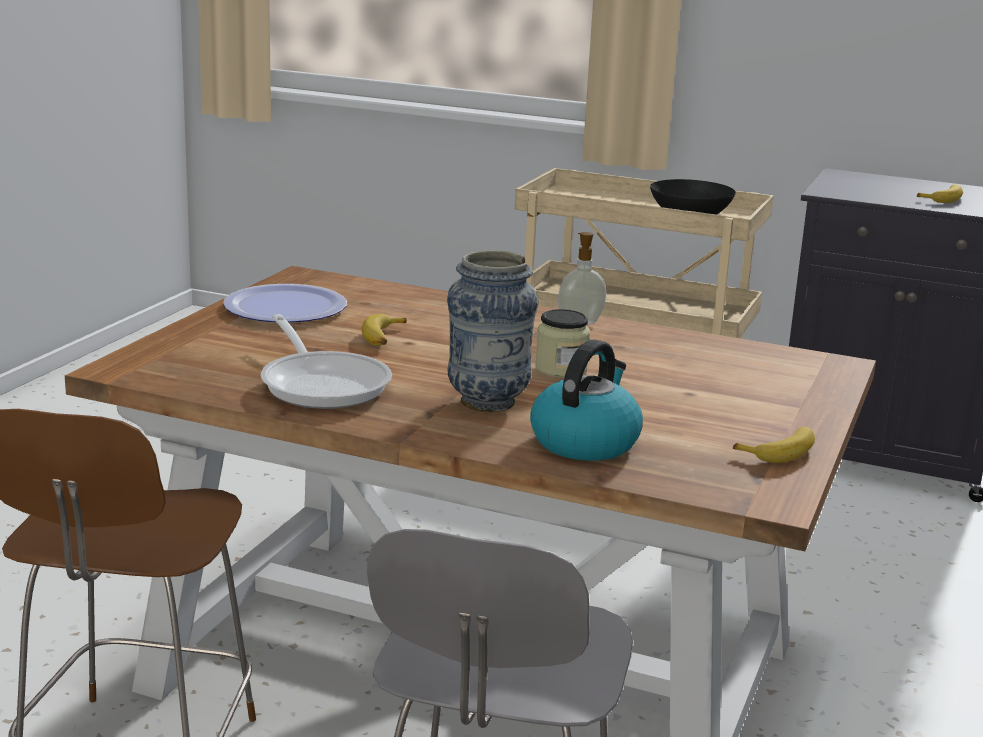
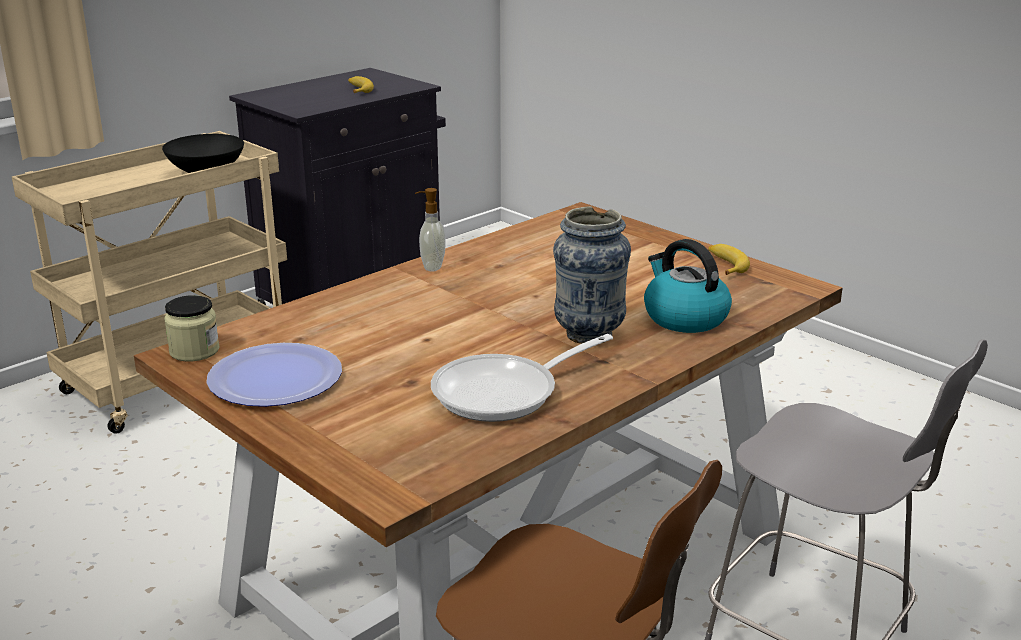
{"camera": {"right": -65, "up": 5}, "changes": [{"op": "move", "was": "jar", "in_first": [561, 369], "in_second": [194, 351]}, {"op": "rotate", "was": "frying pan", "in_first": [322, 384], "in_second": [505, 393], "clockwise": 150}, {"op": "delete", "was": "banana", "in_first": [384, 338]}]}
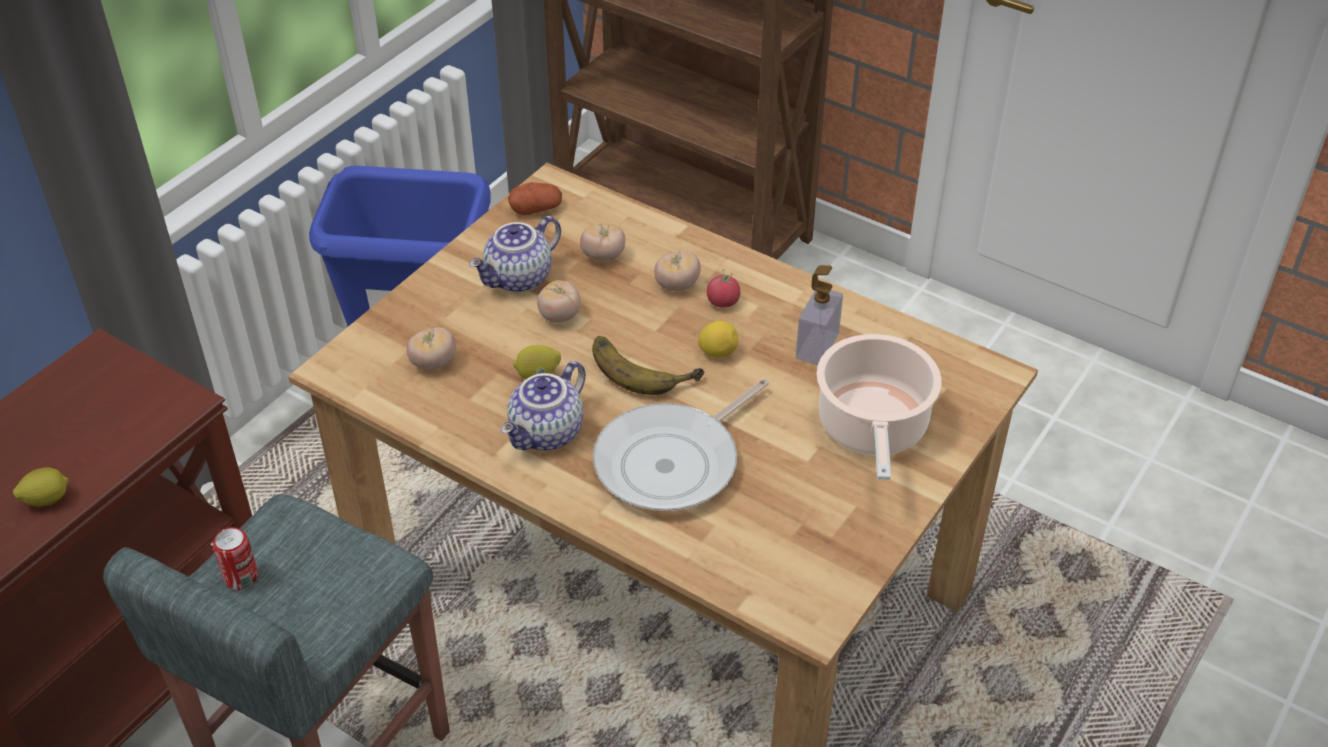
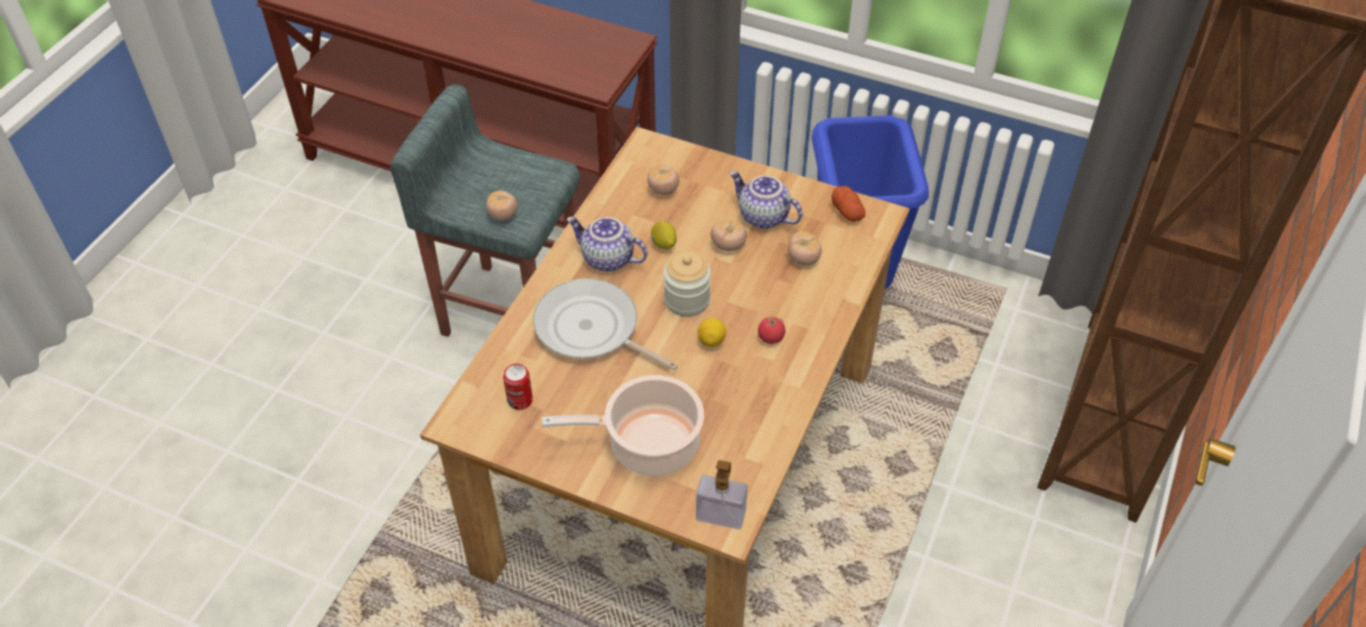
{"camera": {"right": 80, "up": 5}, "changes": [{"op": "move", "was": "tomato", "in_first": [677, 285], "in_second": [503, 215]}, {"op": "move", "was": "soap dispenser", "in_first": [817, 346], "in_second": [720, 515]}, {"op": "replace", "was": "banana", "now": "jar", "in_first": [643, 365], "in_second": [687, 300]}, {"op": "delete", "was": "lemon", "in_first": [47, 499]}, {"op": "move", "was": "can", "in_first": [241, 577], "in_second": [520, 400]}]}
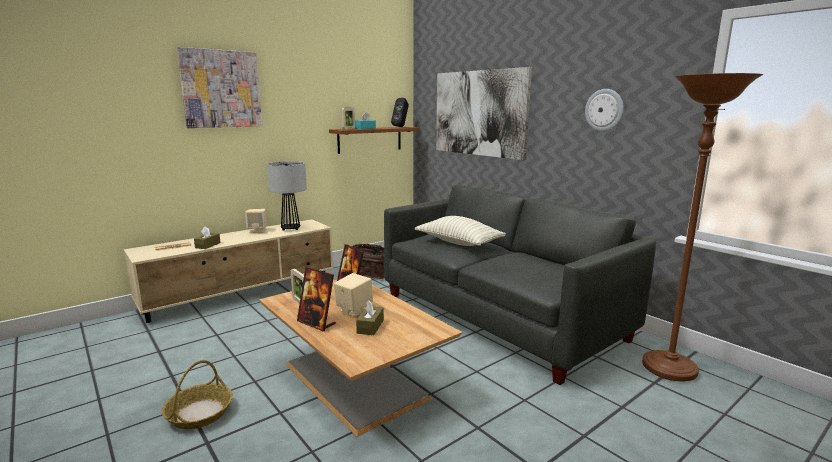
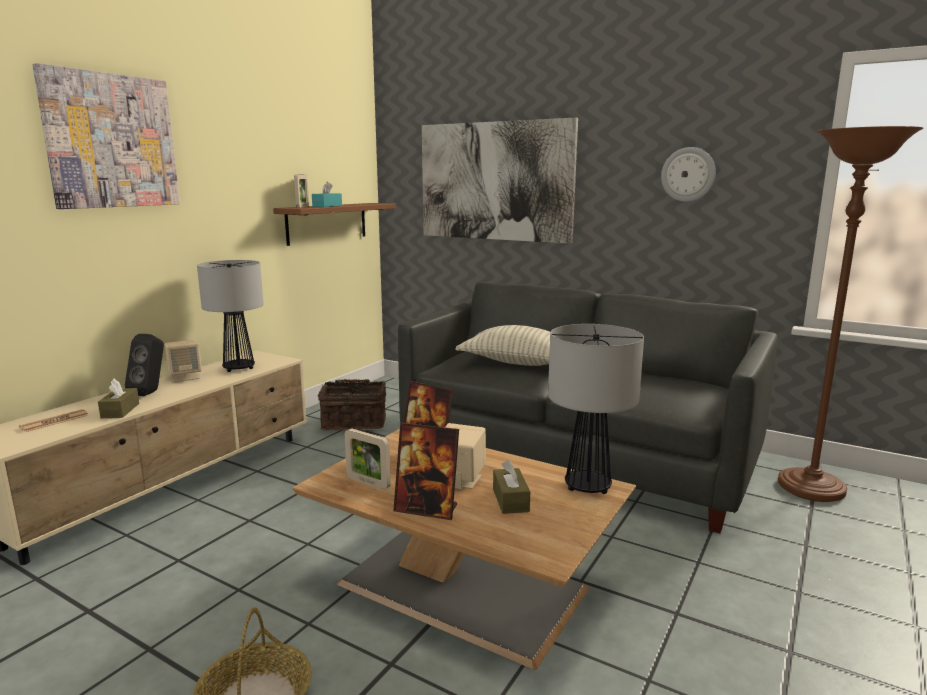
{"camera": {"right": -20, "up": 0}, "changes": [{"op": "move", "was": "speaker in black", "in_first": [401, 127], "in_second": [151, 392]}, {"op": "insert", "now": "table lamp", "in_second": [587, 487]}]}
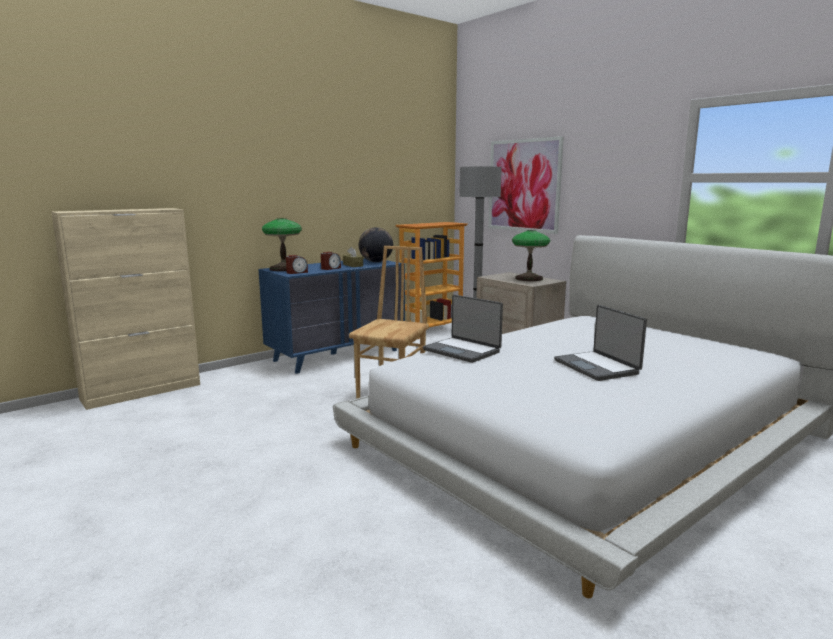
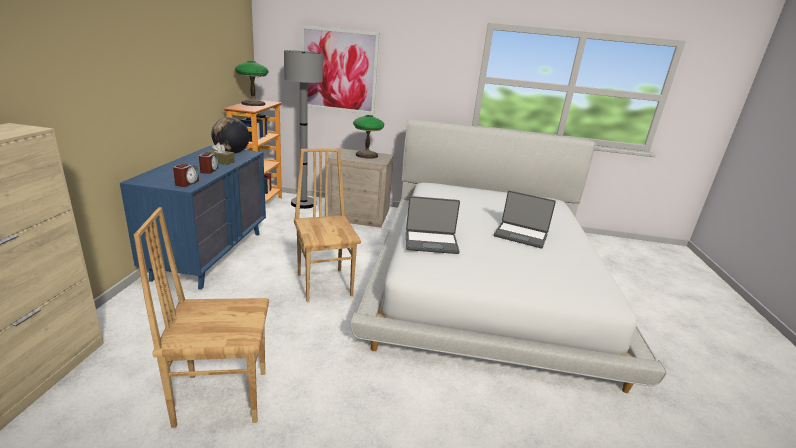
{"camera": {"right": -45, "up": 10}, "changes": [{"op": "move", "was": "table lamp", "in_first": [283, 269], "in_second": [253, 104]}, {"op": "insert", "now": "chair in brown", "in_second": [221, 396]}]}
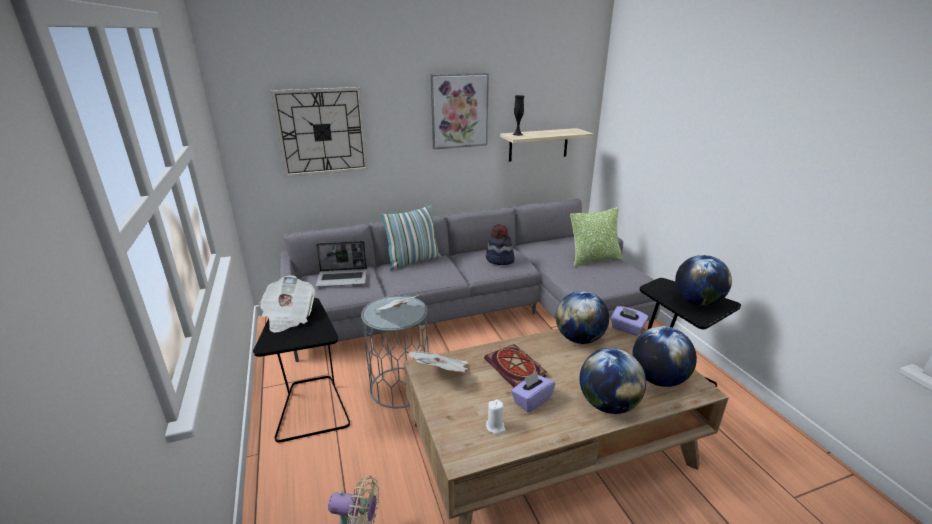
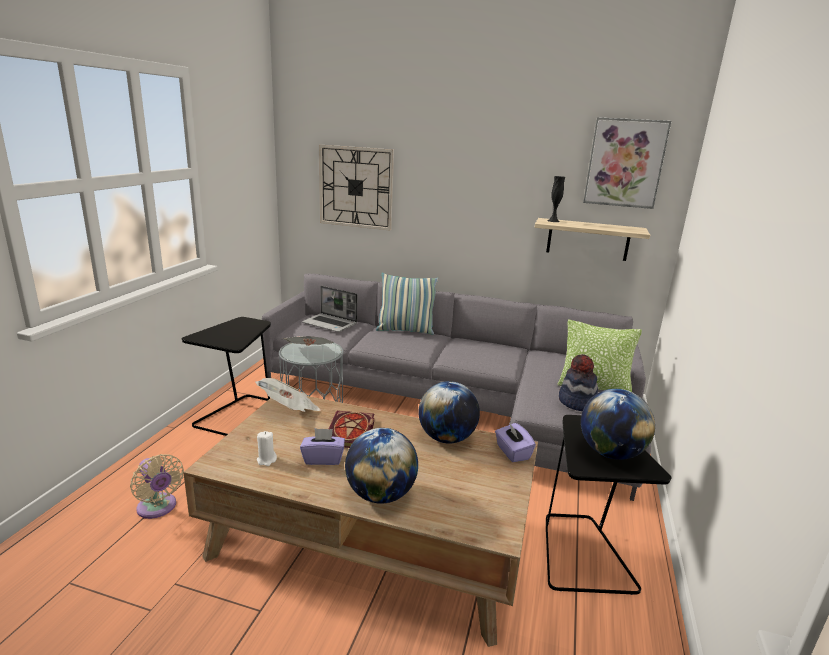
{"camera": {"right": 35, "up": -5}, "changes": [{"op": "move", "was": "picture", "in_first": [459, 111], "in_second": [625, 163]}, {"op": "move", "was": "hat", "in_first": [499, 260], "in_second": [576, 403]}, {"op": "delete", "was": "newspaper", "in_first": [289, 316]}, {"op": "delete", "was": "globe", "in_first": [658, 379]}]}
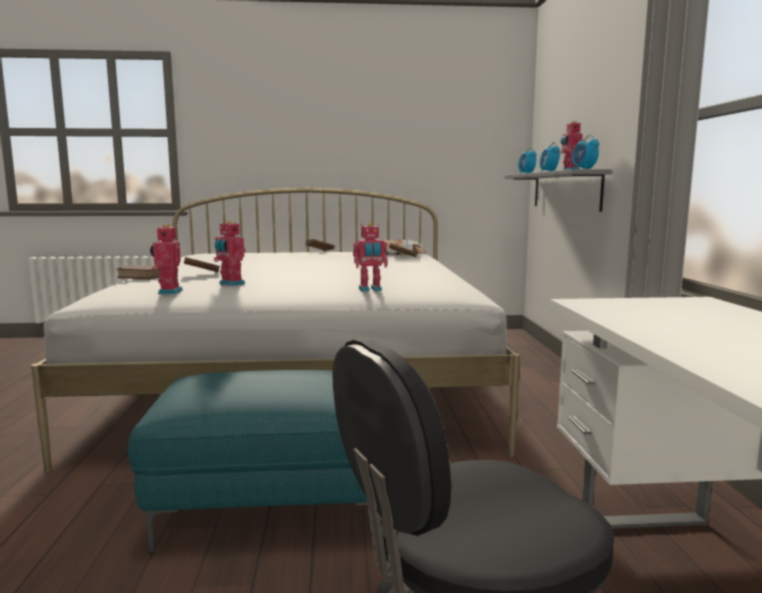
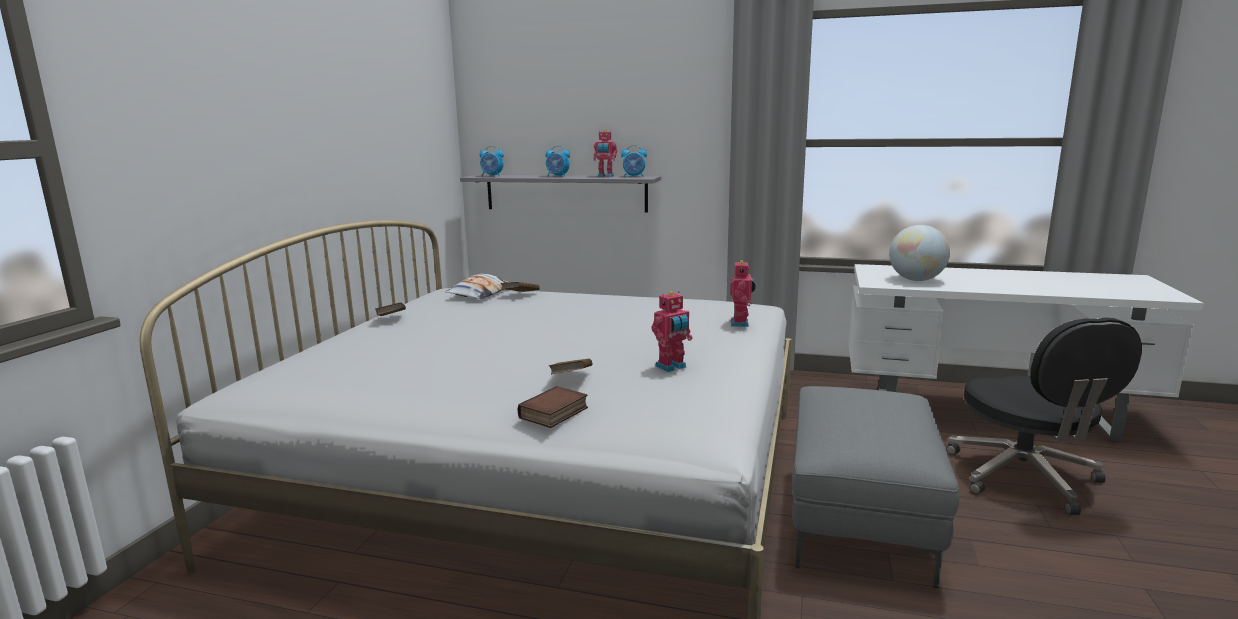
{"camera": {"right": -70, "up": 5}, "changes": [{"op": "delete", "was": "toy robot", "in_first": [168, 292]}, {"op": "recolor", "was": "ottoman in turquoise", "now": "ottoman in grey", "in_first": [278, 506], "in_second": [858, 520]}, {"op": "insert", "now": "globe", "in_second": [916, 280]}]}
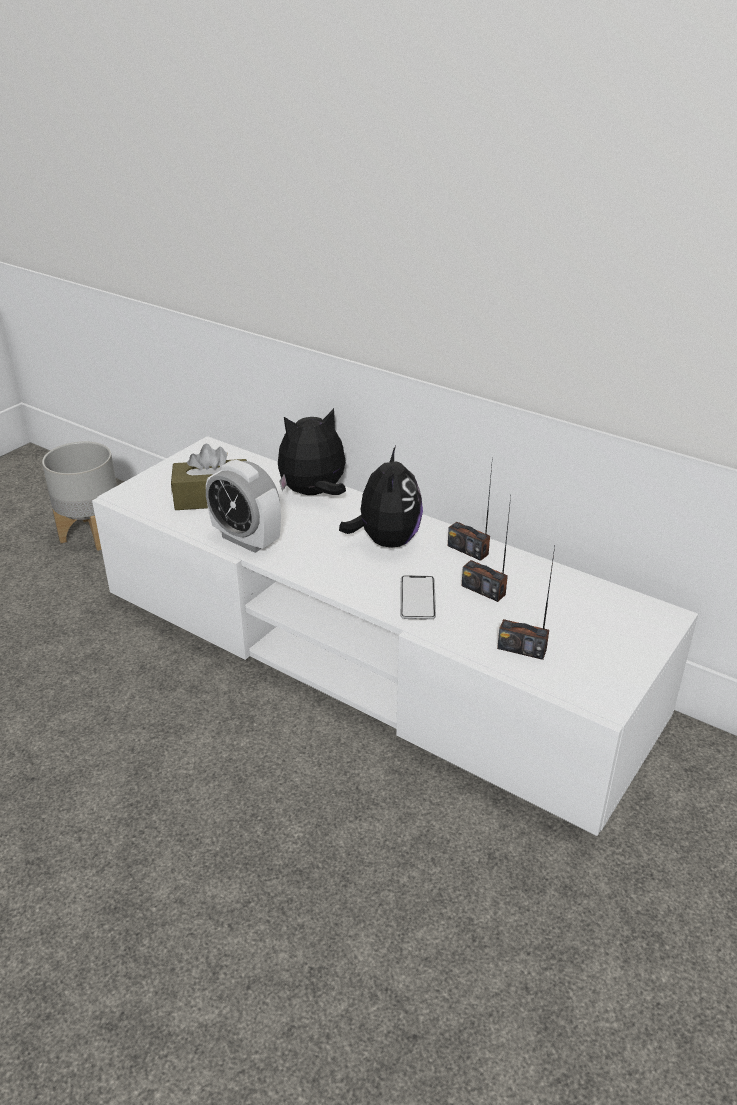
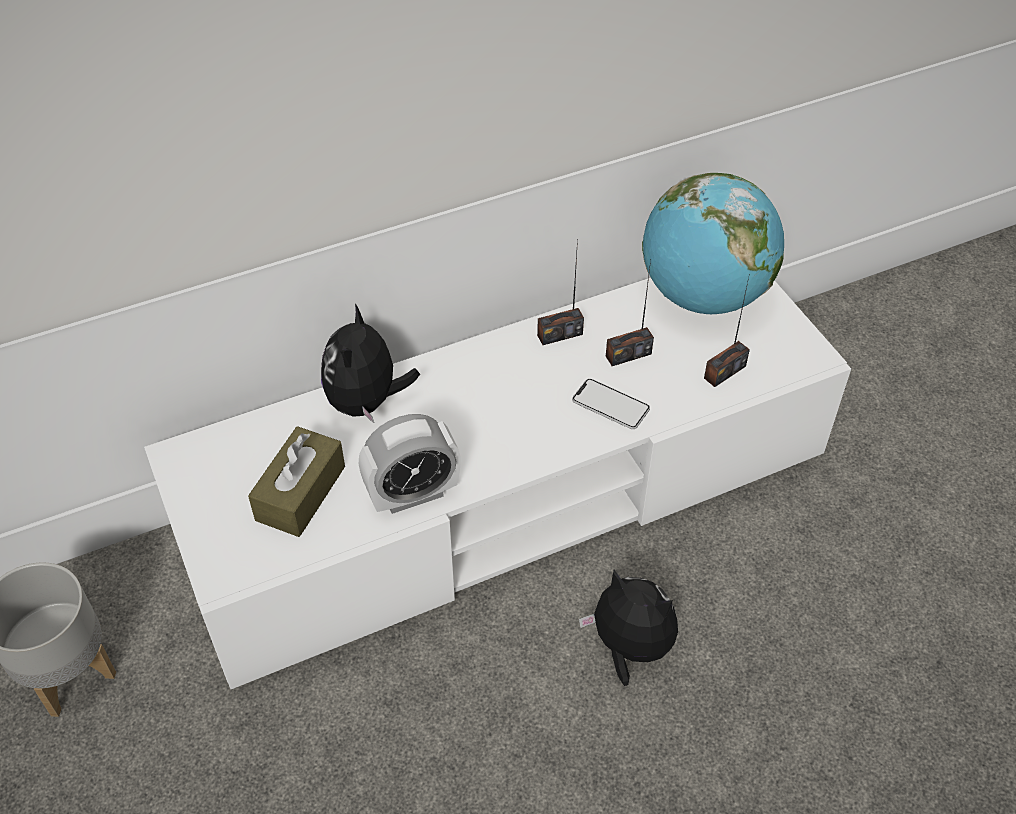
{"camera": {"right": -60, "up": 15}, "changes": [{"op": "move", "was": "plush toy", "in_first": [385, 541], "in_second": [629, 648]}, {"op": "insert", "now": "globe", "in_second": [704, 296]}]}
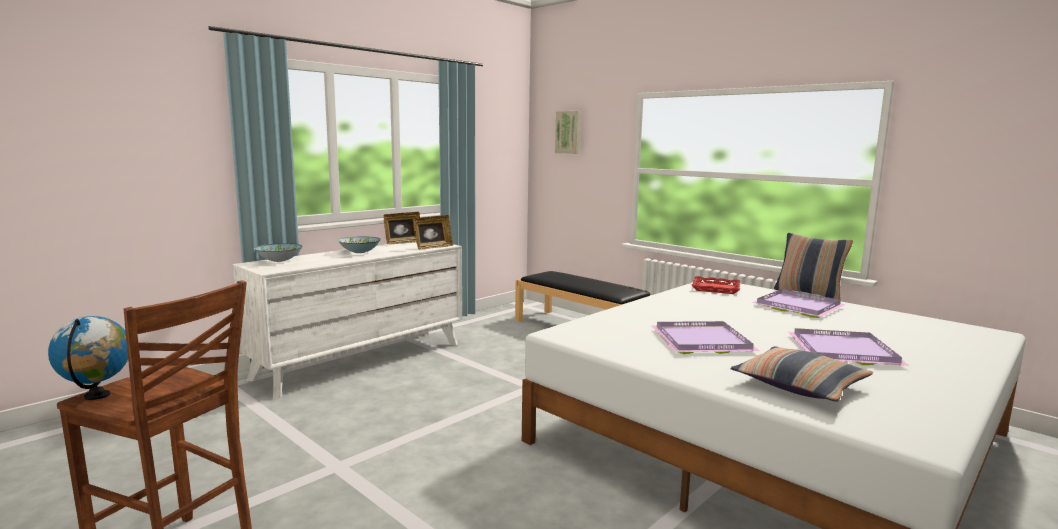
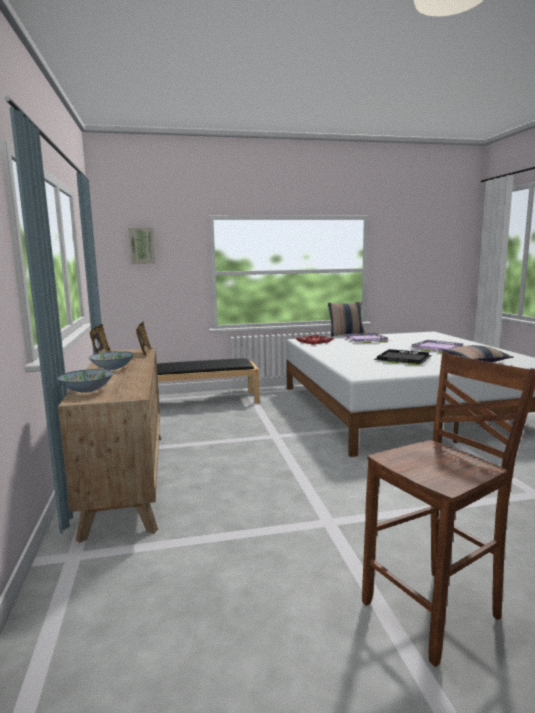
{"camera": {"right": -55, "up": 0}, "changes": [{"op": "recolor", "was": "dresser in white", "now": "dresser in brown", "in_first": [362, 360], "in_second": [127, 478]}, {"op": "delete", "was": "globe", "in_first": [97, 396]}, {"op": "recolor", "was": "tray in purple", "now": "tray in black", "in_first": [702, 340], "in_second": [402, 359]}]}
